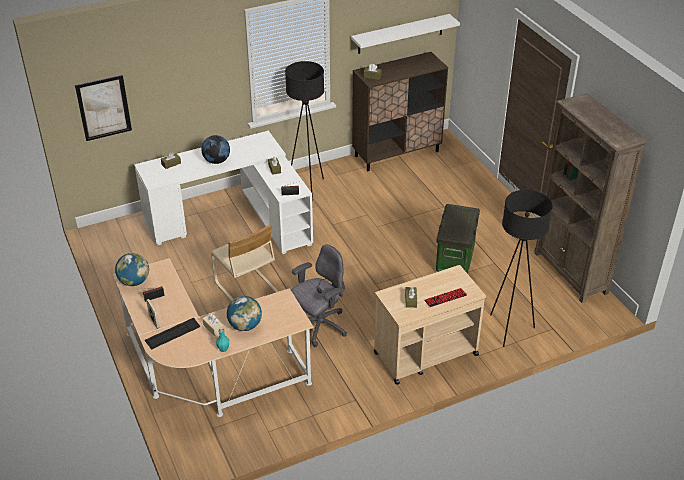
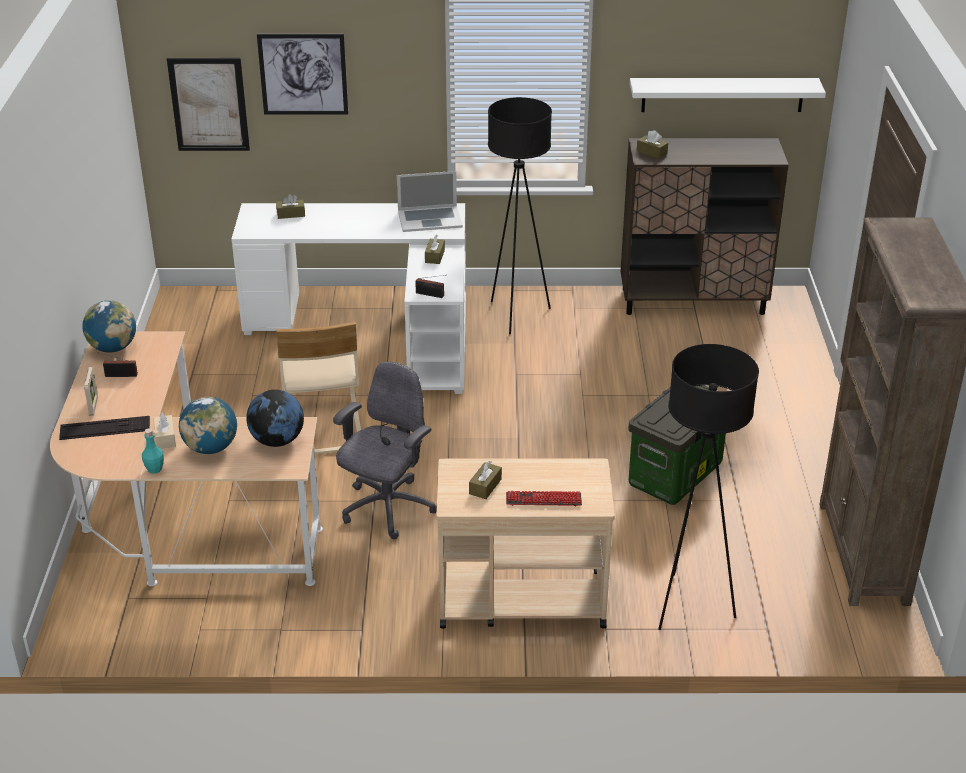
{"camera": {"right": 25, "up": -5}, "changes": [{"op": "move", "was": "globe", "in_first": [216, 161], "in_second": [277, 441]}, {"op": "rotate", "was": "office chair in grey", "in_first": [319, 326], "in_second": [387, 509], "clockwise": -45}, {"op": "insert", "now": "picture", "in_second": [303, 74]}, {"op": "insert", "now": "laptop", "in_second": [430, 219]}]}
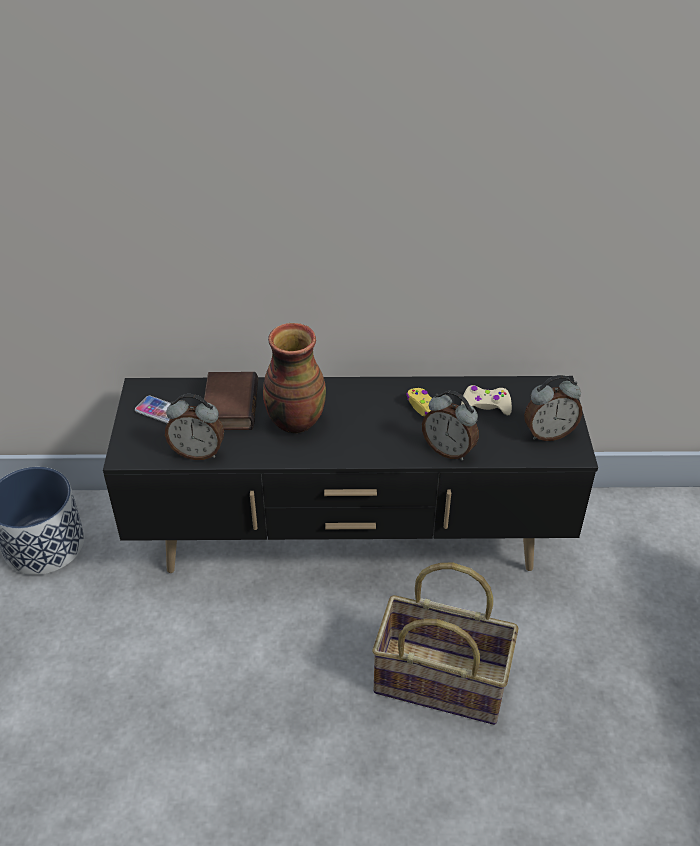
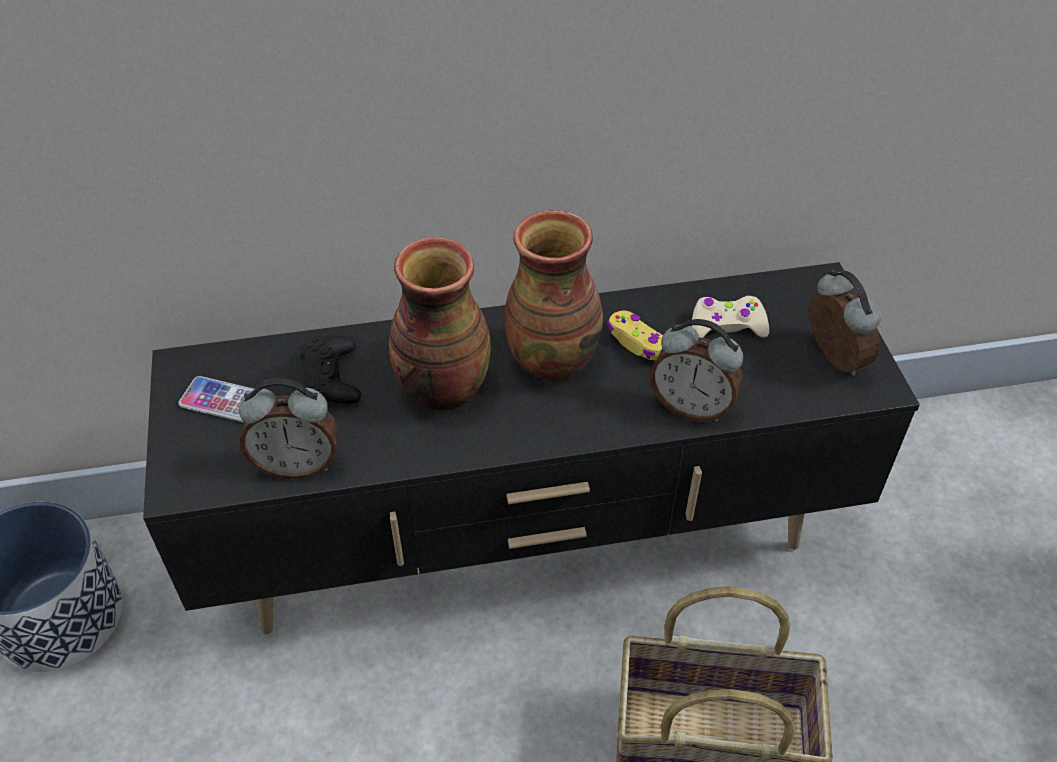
{"camera": {"right": -10, "up": 5}, "changes": [{"op": "replace", "was": "book", "now": "game controller in black", "in_first": [228, 406], "in_second": [331, 377]}, {"op": "rotate", "was": "alarm clock", "in_first": [548, 433], "in_second": [831, 359], "clockwise": -90}, {"op": "insert", "now": "vase", "in_second": [552, 359]}]}
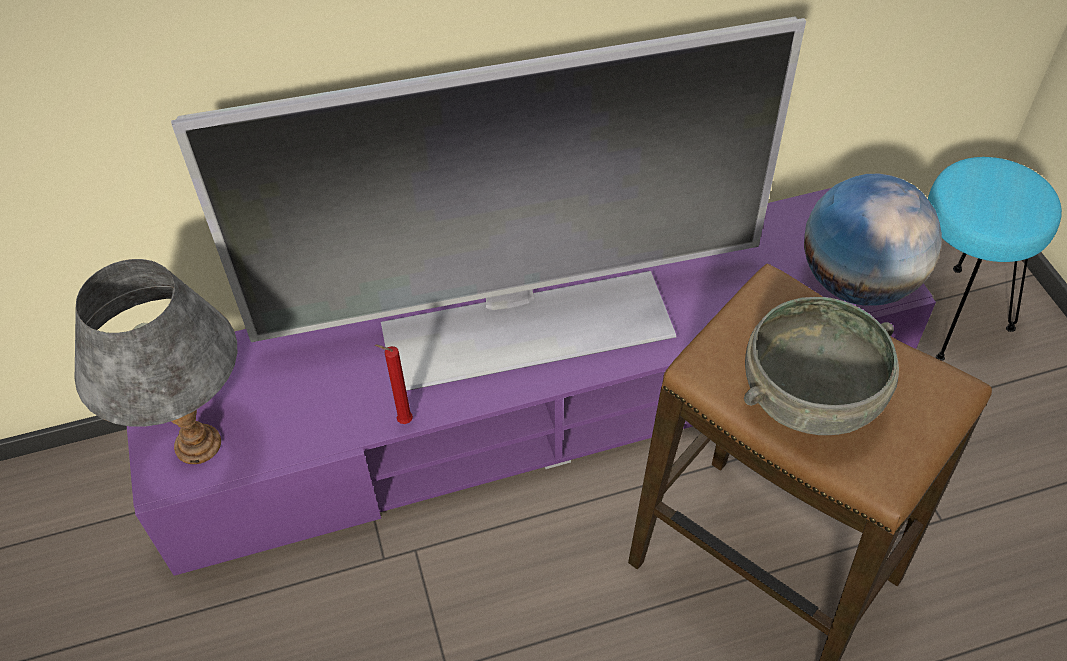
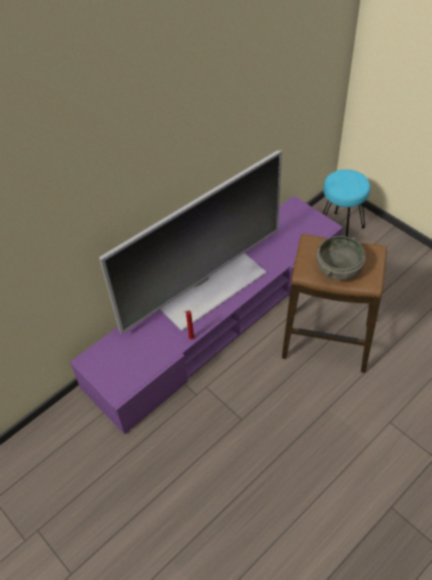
{"camera": {"right": -25, "up": 0}, "changes": [{"op": "delete", "was": "globe", "in_first": [857, 282]}, {"op": "delete", "was": "table lamp in grey", "in_first": [198, 445]}]}
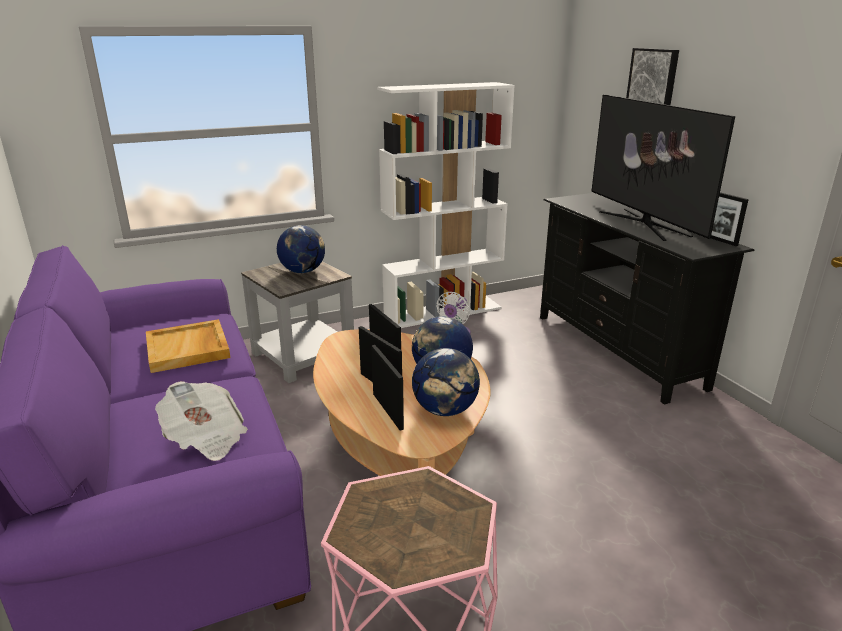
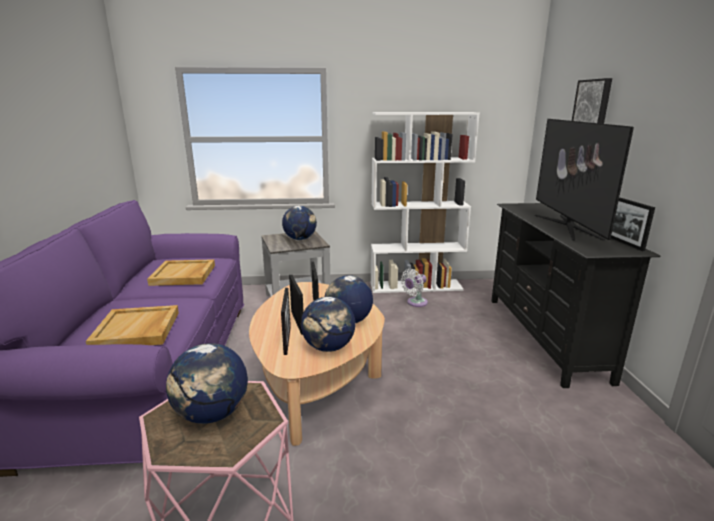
{"camera": {"right": 20, "up": -5}, "changes": [{"op": "replace", "was": "newspaper", "now": "tray in beige", "in_first": [205, 438], "in_second": [137, 330]}, {"op": "insert", "now": "globe", "in_second": [212, 414]}]}
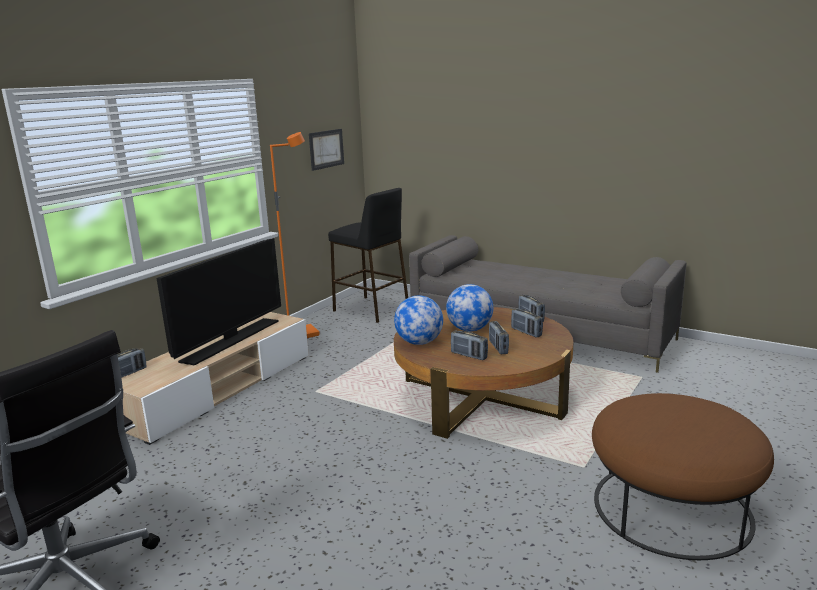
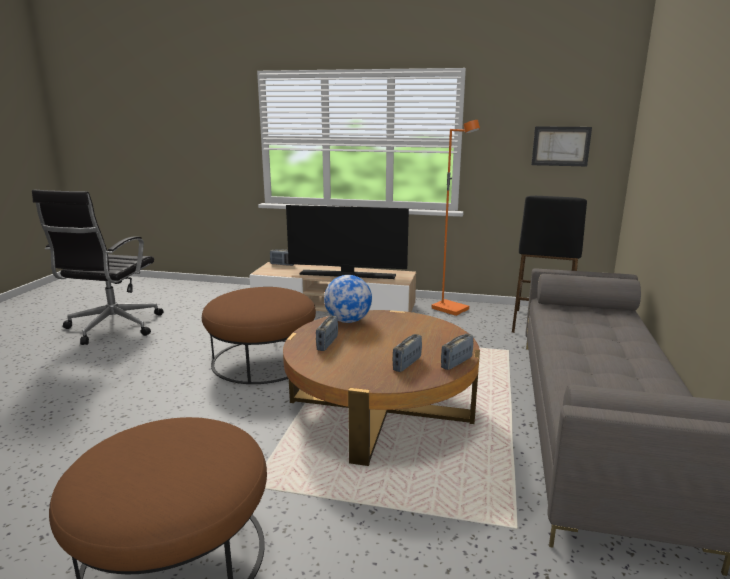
{"camera": {"right": 70, "up": 0}, "changes": [{"op": "delete", "was": "globe", "in_first": [469, 329]}, {"op": "delete", "was": "radio", "in_first": [498, 347]}, {"op": "insert", "now": "ottoman in brown", "in_second": [263, 360]}]}
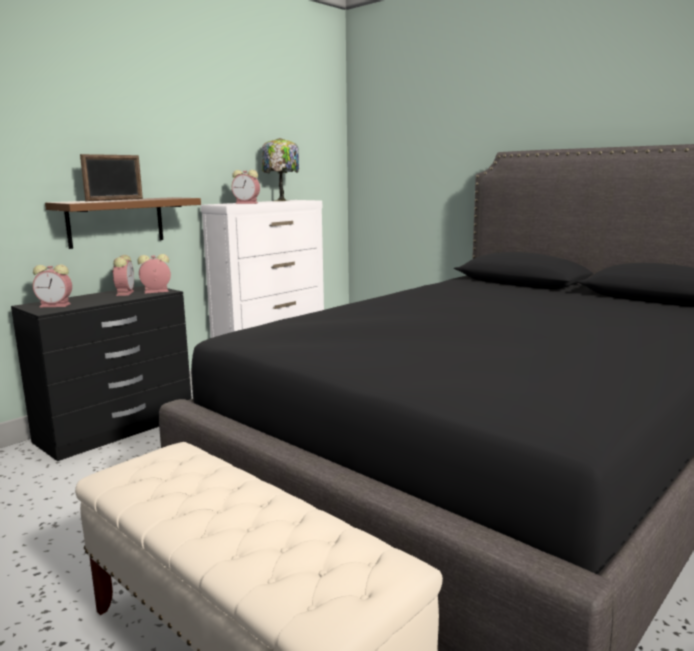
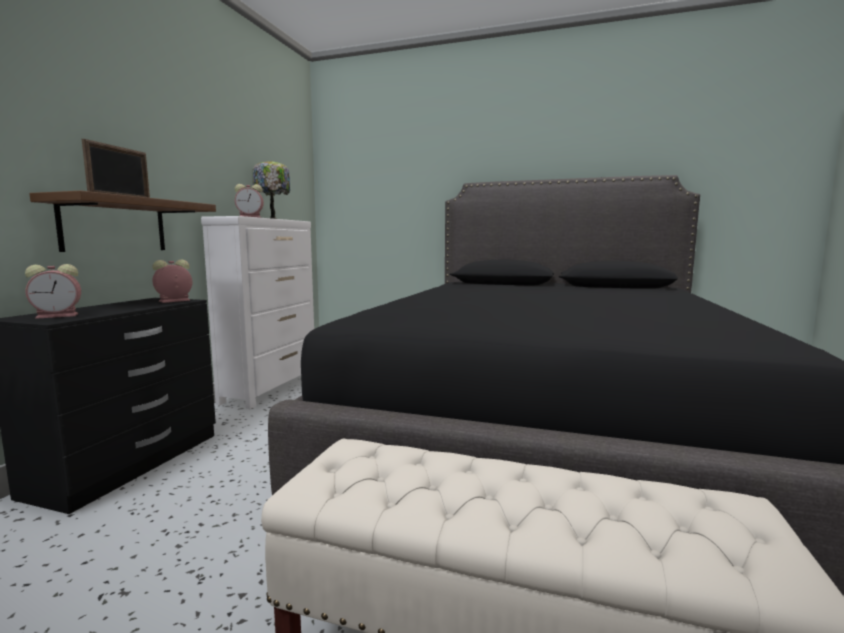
{"camera": {"right": -25, "up": -5}, "changes": [{"op": "delete", "was": "alarm clock", "in_first": [125, 293]}]}
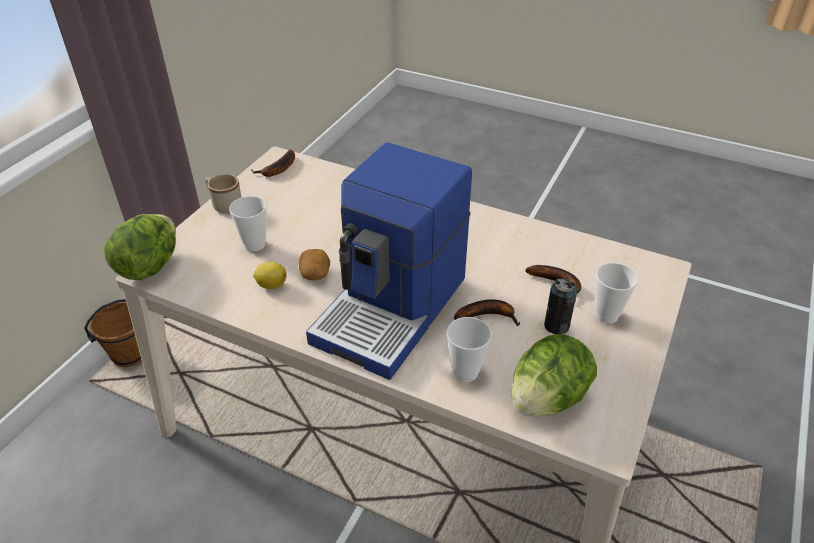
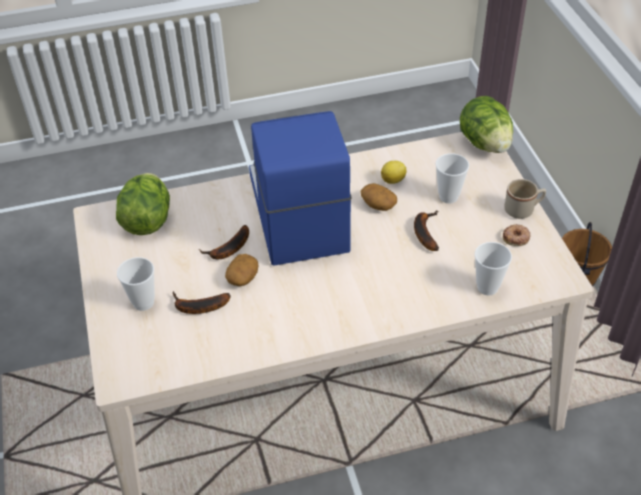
{"camera": {"right": 140, "up": 5}, "changes": [{"op": "move", "was": "banana", "in_first": [278, 169], "in_second": [424, 232]}, {"op": "delete", "was": "can", "in_first": [556, 326]}, {"op": "move", "was": "cup", "in_first": [465, 372], "in_second": [487, 287]}, {"op": "insert", "now": "donut", "in_second": [516, 237]}, {"op": "insert", "now": "potato", "in_second": [243, 278]}]}
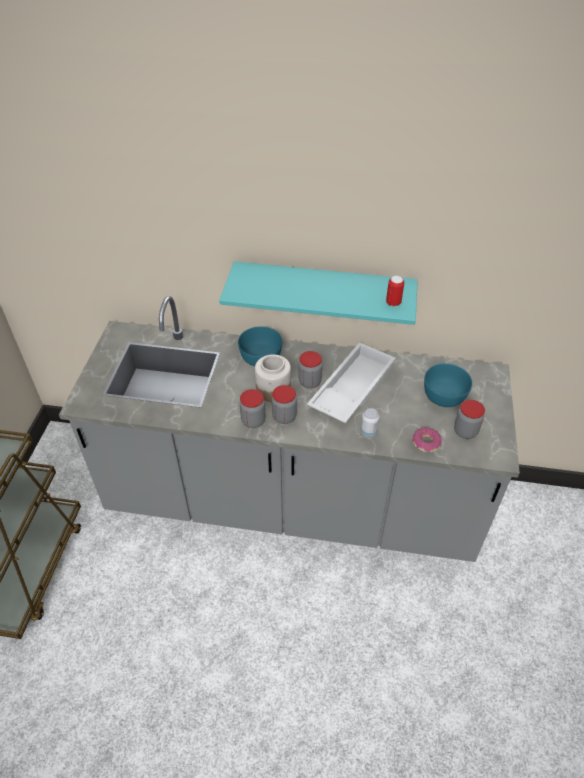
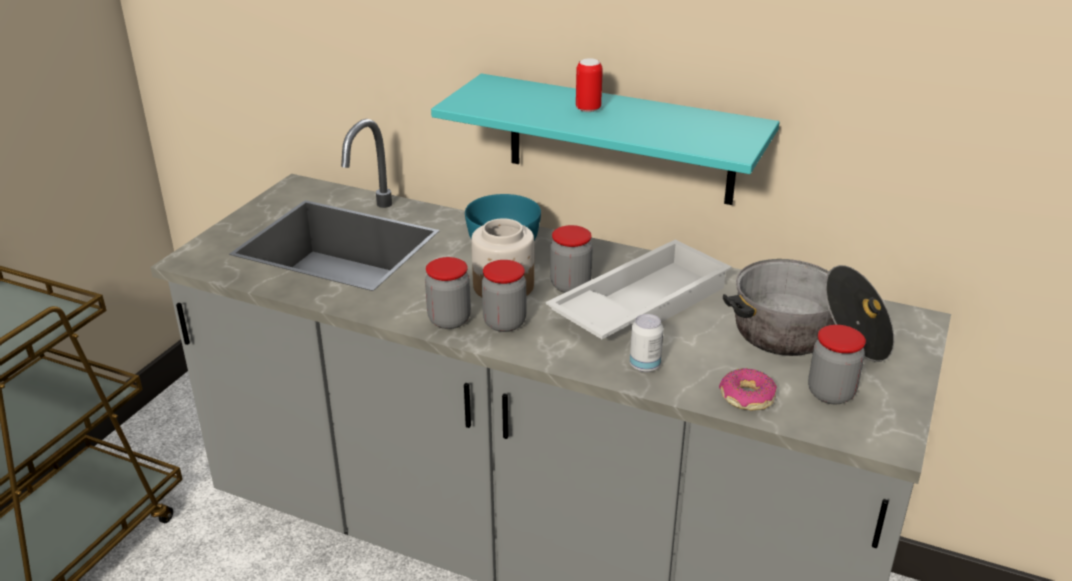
{"camera": {"right": 15, "up": -15}, "changes": [{"op": "move", "was": "can", "in_first": [393, 302], "in_second": [588, 109]}, {"op": "replace", "was": "bowl in turquoise", "now": "cooking pot", "in_first": [444, 395], "in_second": [808, 337]}]}
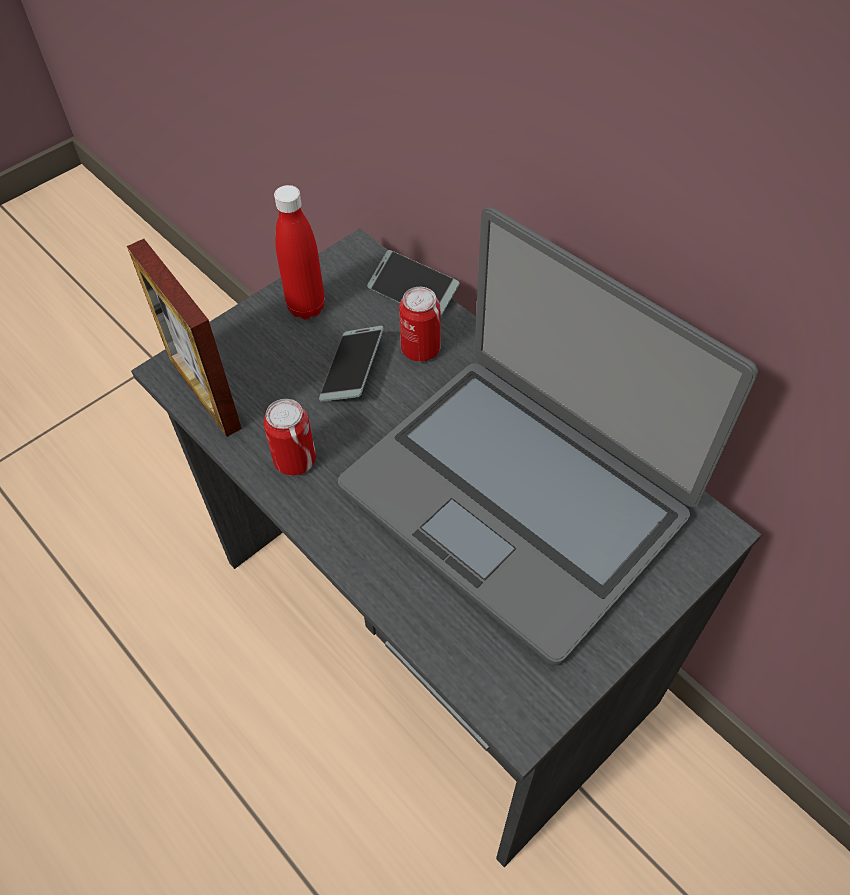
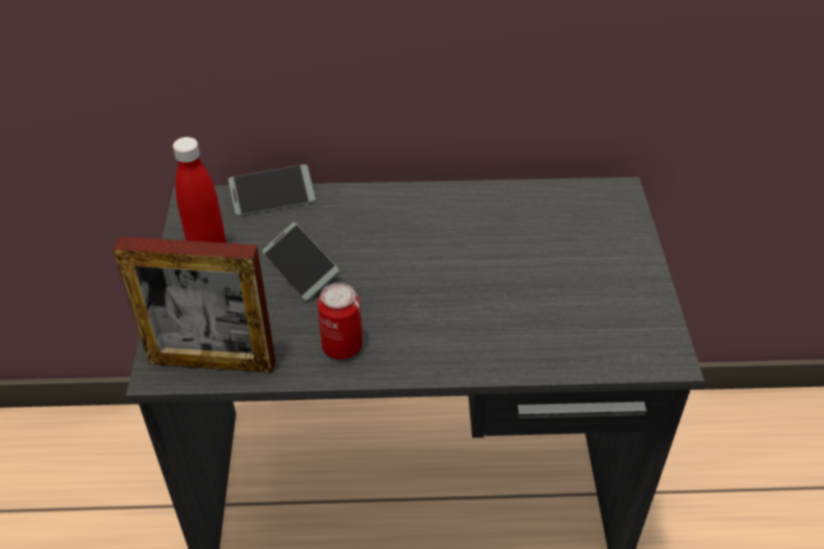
{"camera": {"right": -50, "up": -10}, "changes": [{"op": "delete", "was": "laptop", "in_first": [515, 499]}, {"op": "delete", "was": "can", "in_first": [420, 349]}]}
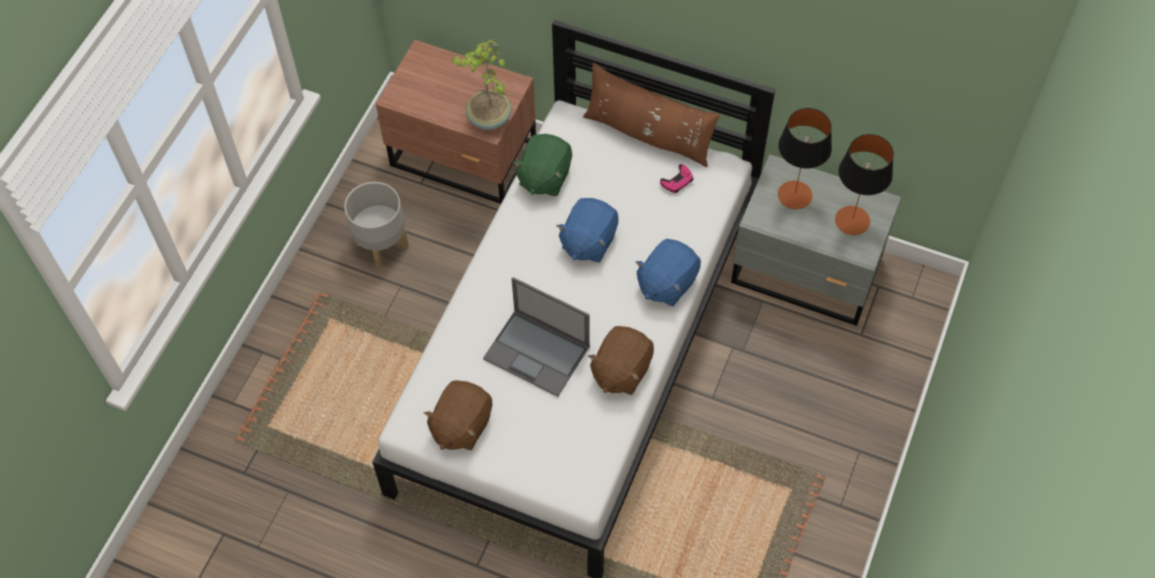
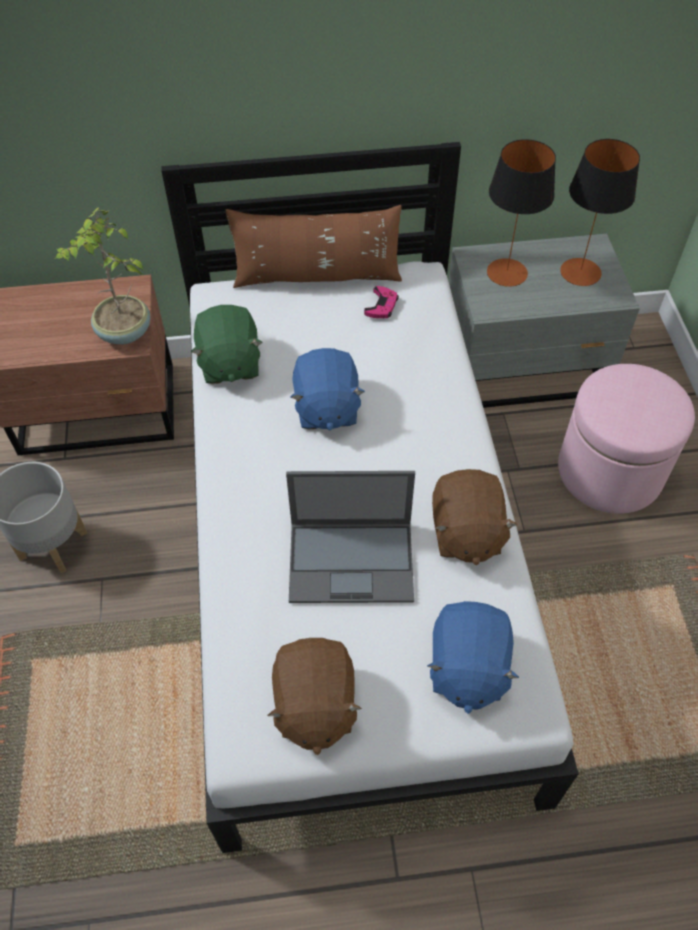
{"camera": {"right": -30, "up": -5}, "changes": [{"op": "move", "was": "plush toy in blue", "in_first": [666, 283], "in_second": [466, 668]}, {"op": "insert", "now": "ottoman in pink", "in_second": [609, 471]}]}
